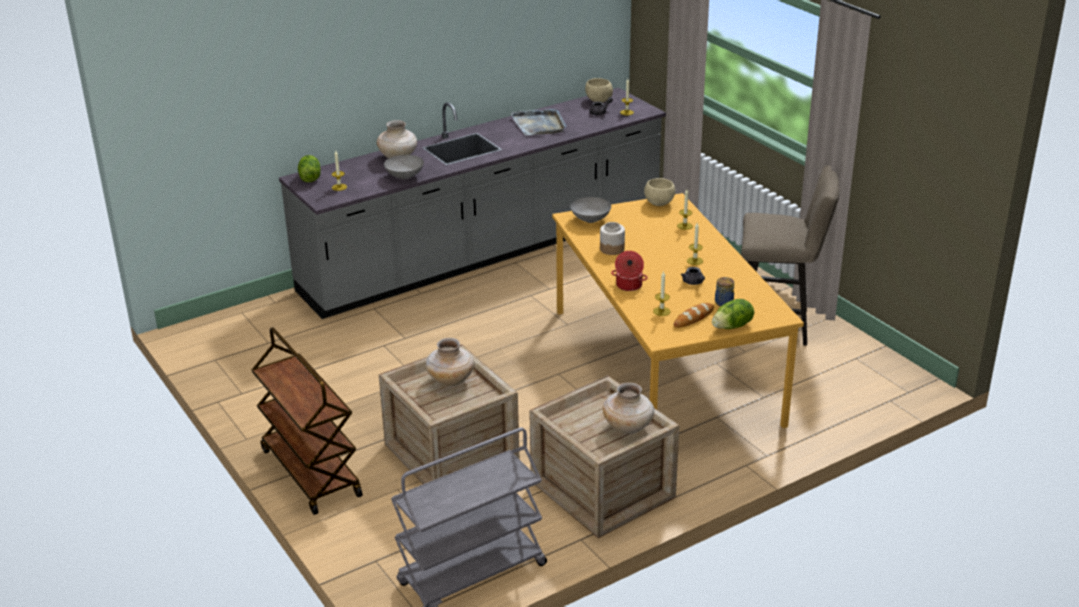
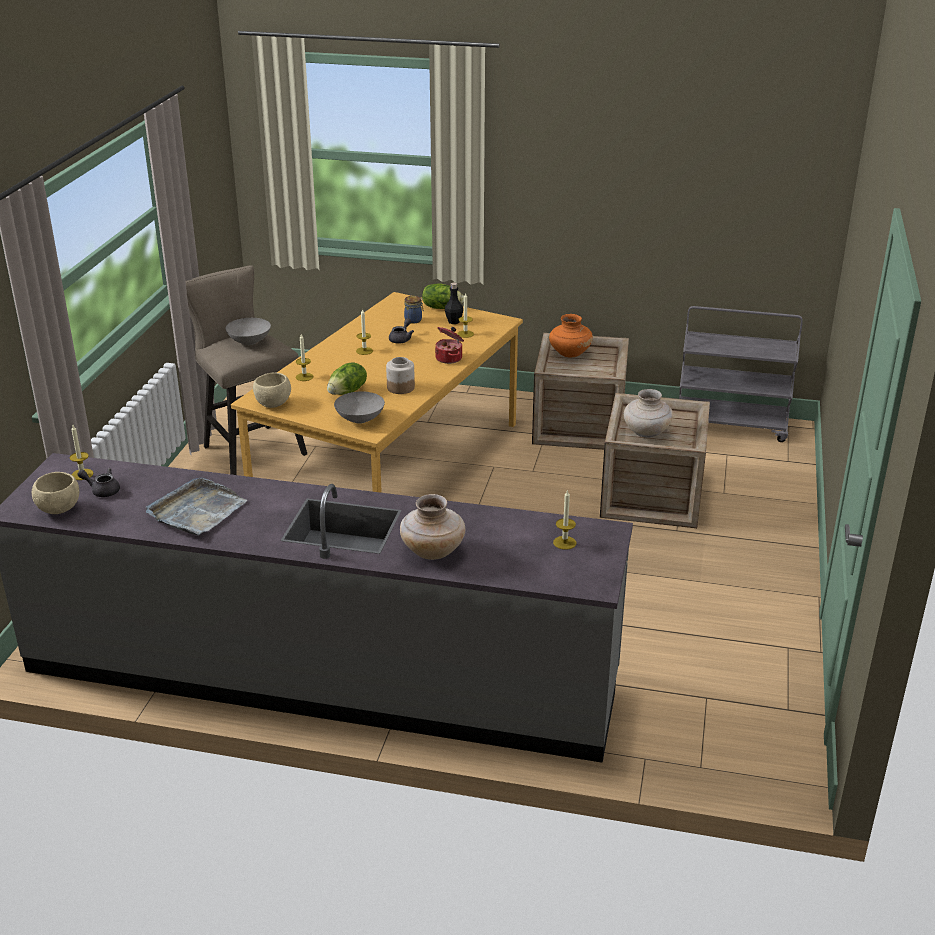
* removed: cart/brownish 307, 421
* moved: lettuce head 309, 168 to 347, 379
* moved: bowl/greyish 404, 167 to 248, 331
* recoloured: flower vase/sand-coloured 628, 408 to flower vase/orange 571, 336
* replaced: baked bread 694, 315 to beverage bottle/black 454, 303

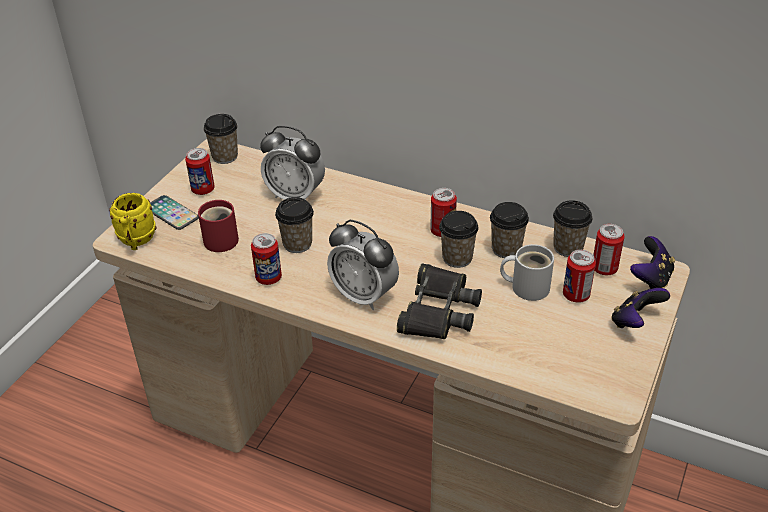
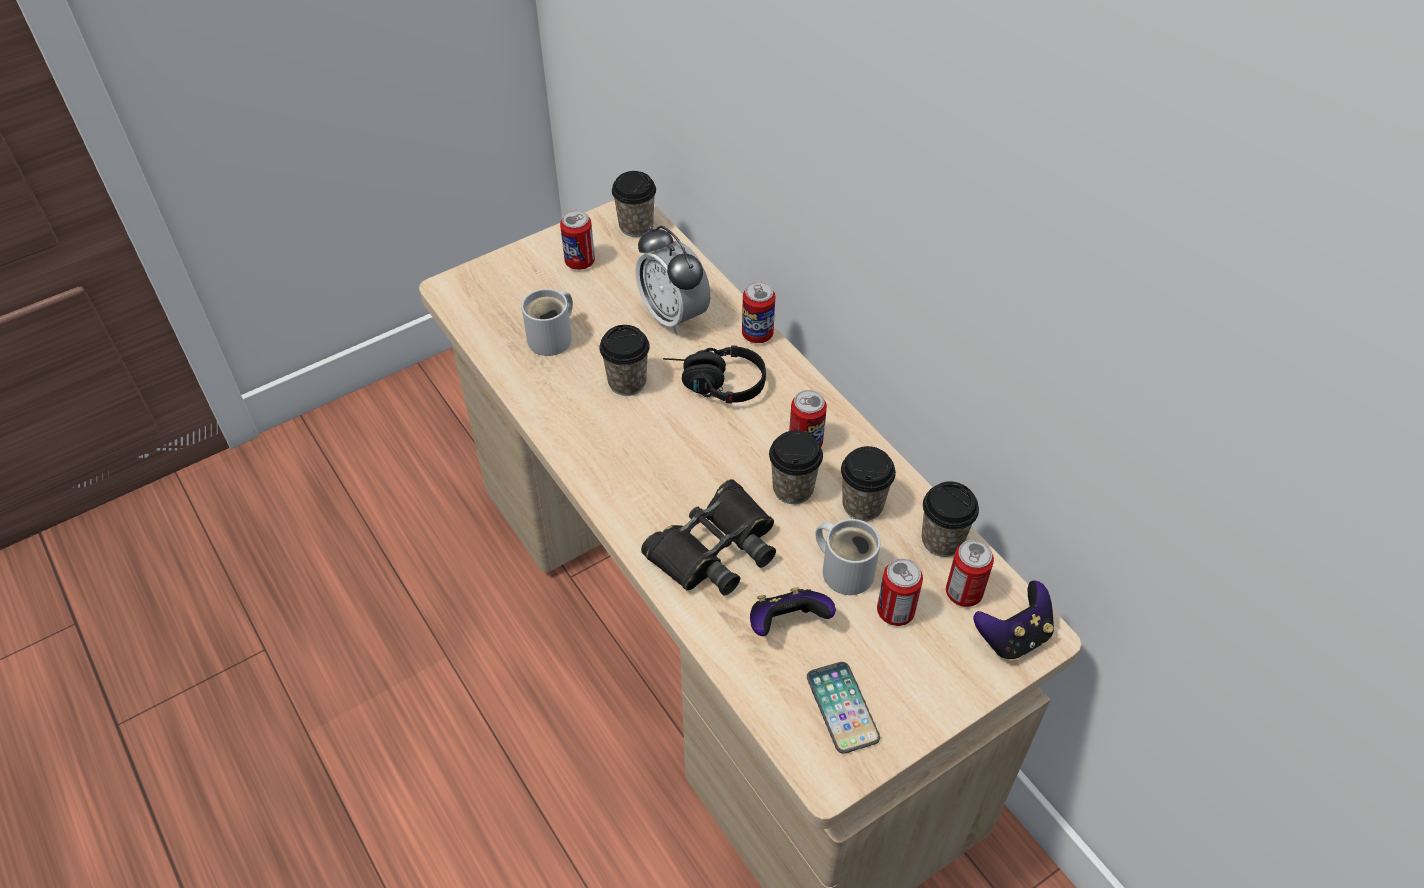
* removed: mug/yellowish 132, 221
* moved: phone 174, 212 to 843, 708
* recoloured: mug/red-coloured 218, 226 to mug/white-coloured 547, 322
* moved: sealed can 266, 259 to 758, 312
* removed: table clock 363, 265
* moved: game controller 640, 308 to 793, 611
* added: pair of headphones/black 714, 374

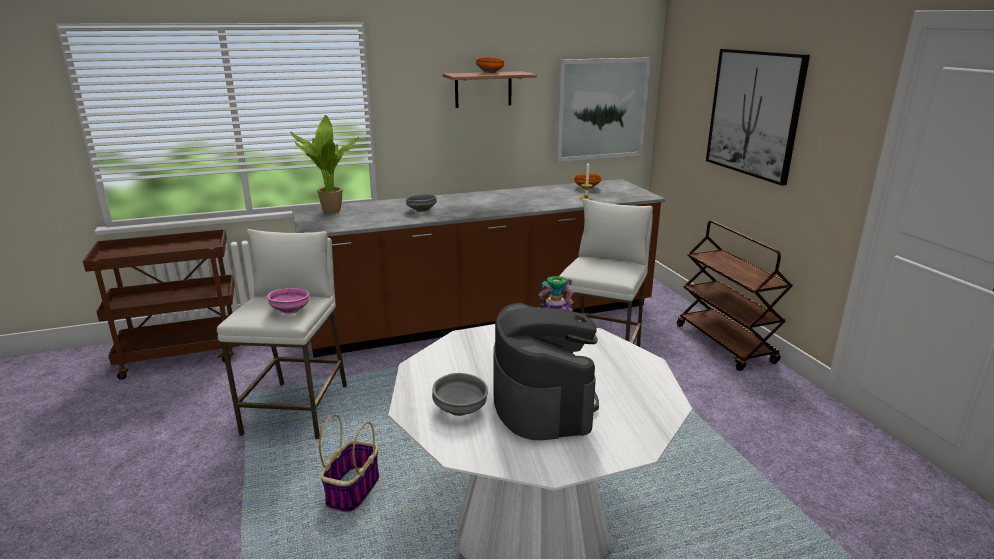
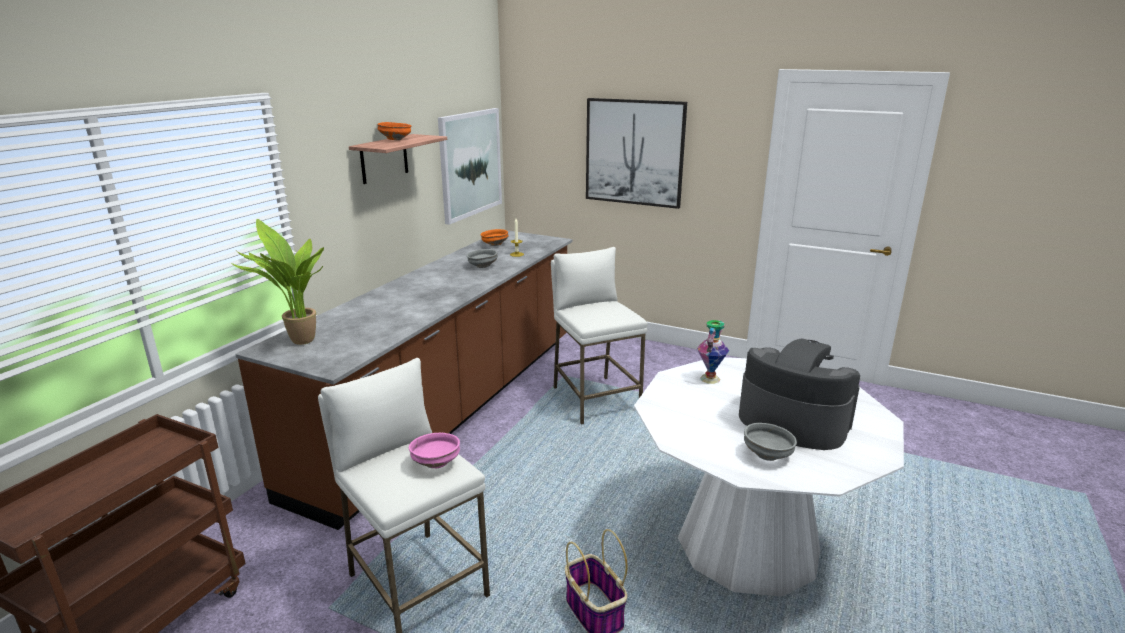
* moved: bowl/greyish 421, 203 to 482, 258
* removed: cart/brownish 735, 296

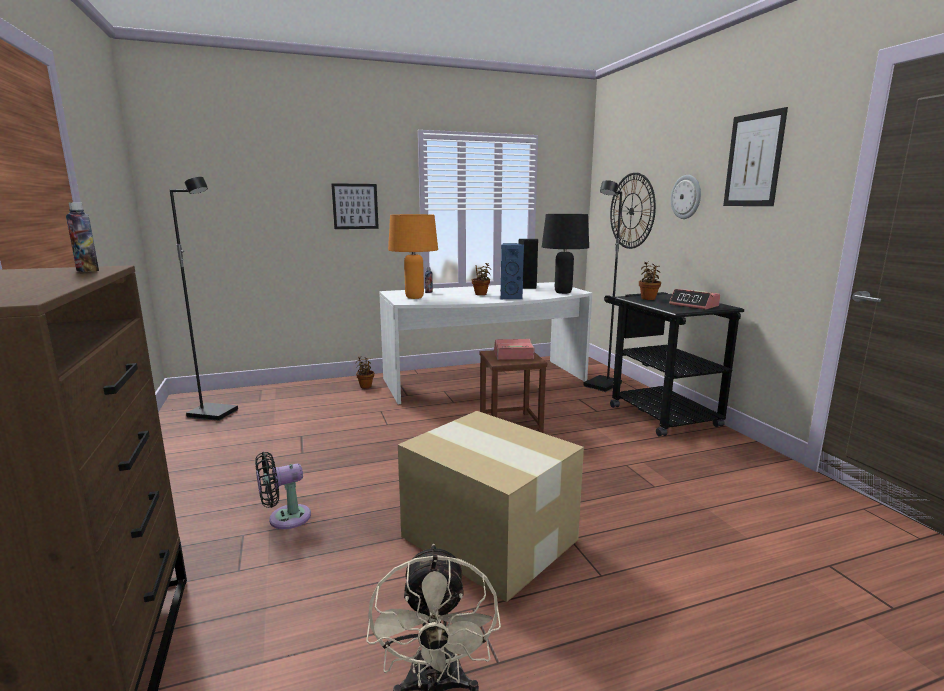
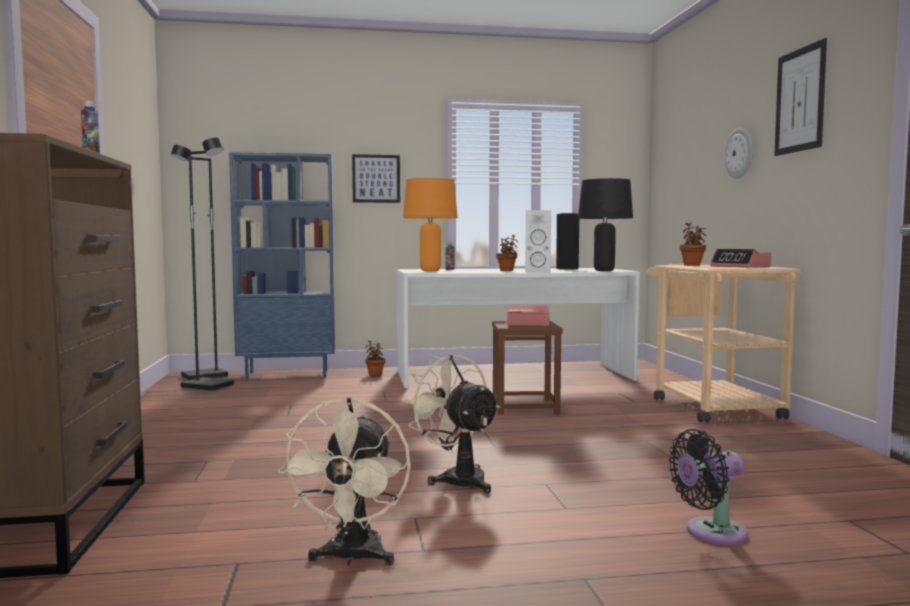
* moved: cooling fan/black 283, 490 to 708, 487
* replaced: carton 491, 506 to cooling fan/sand-coloured 451, 424
* recoloured: speaker/blue 512, 271 to speaker/white-coloured 538, 241
* moved: floor lamp/black 603, 286 to 199, 262
* recoloured: cart/black 674, 364 to cart/sand-coloured 724, 343
* removed: clock on the wall 633, 211
* added: shelving unit/blue 282, 266

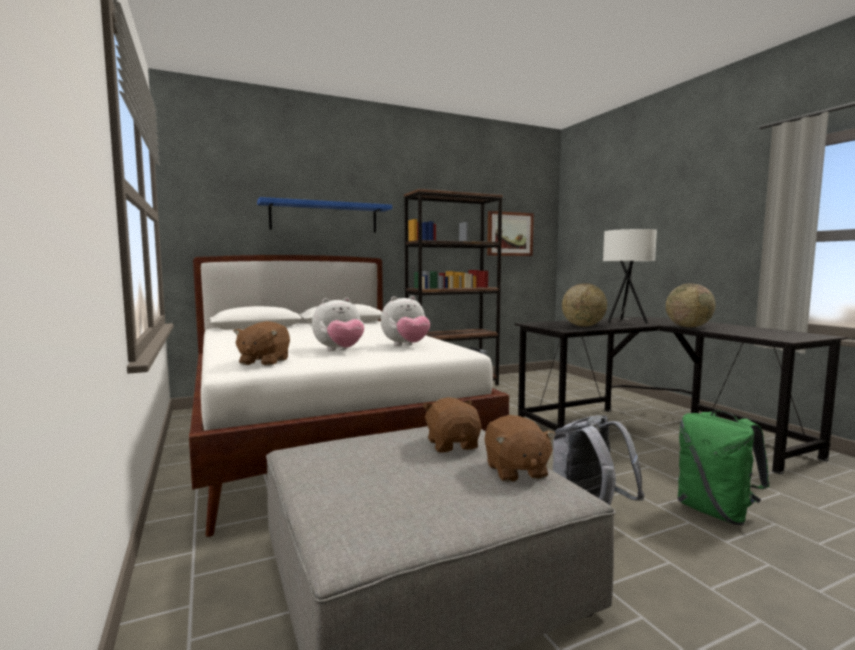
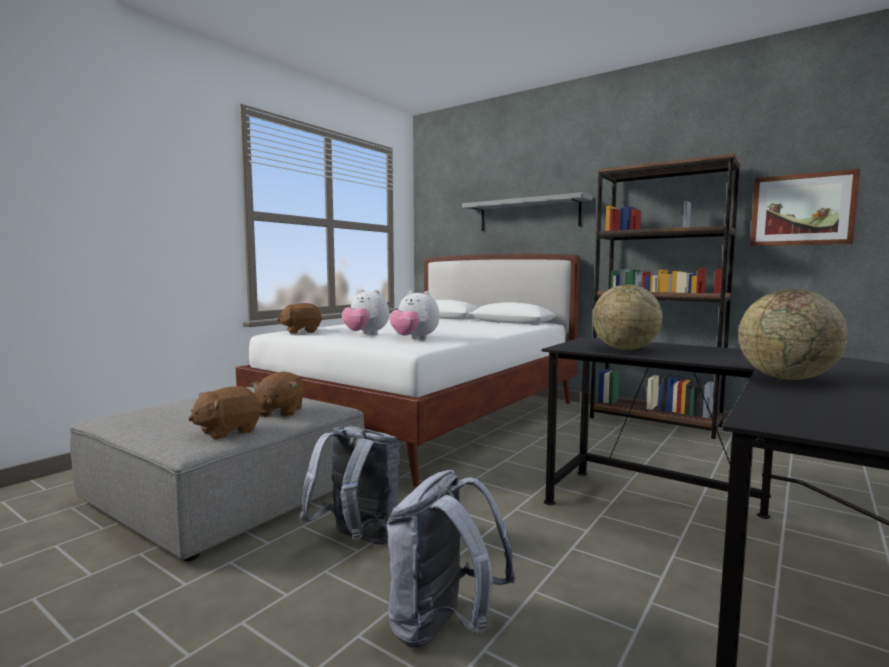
* recoloured: bracket shelf/blue 324, 215 to bracket shelf/greyish 527, 211
* turned: cuddly toy/brownish 452, 425 = 277, 394 135 degrees clockwise
* removed: tabletop lamp/white-coloured 630, 276
* recoloured: knapsack/green-coloured 723, 467 to knapsack/greyish 451, 559

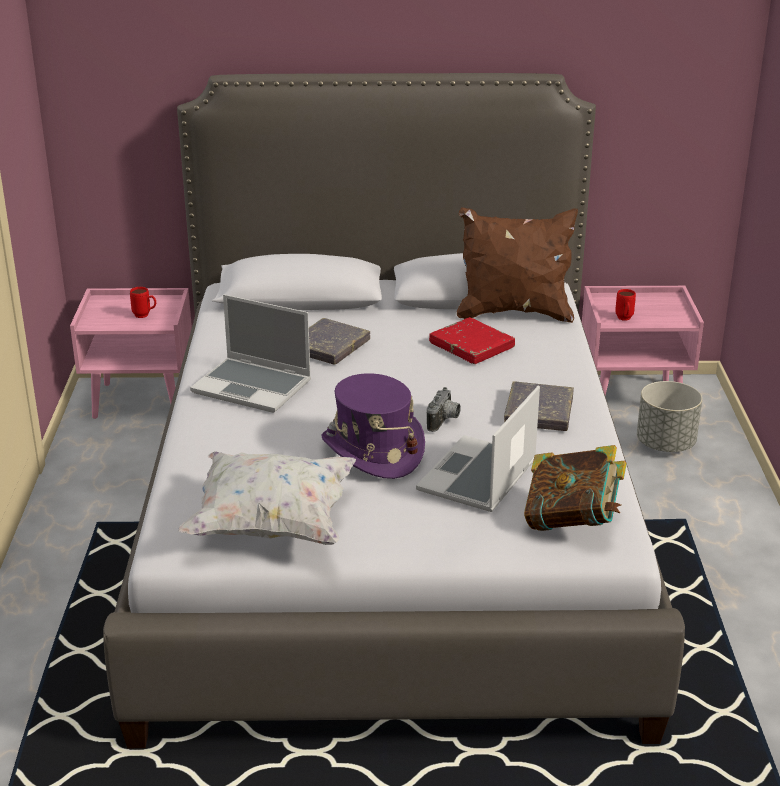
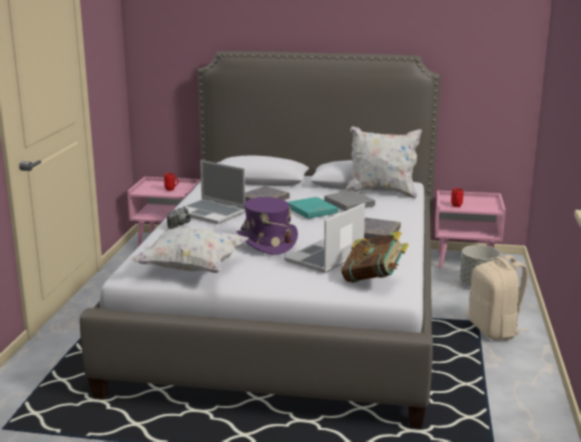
* moved: photo camera 444, 409 to 179, 217
* recoloured: volume/red-coloured 472, 340 to volume/greyish 349, 201
* recoloured: throw pillow/brownish 517, 265 to throw pillow/white-coloured 384, 162
* added: volume/turquoise-coloured 313, 208
* added: knapsack/sand-coloured 499, 298

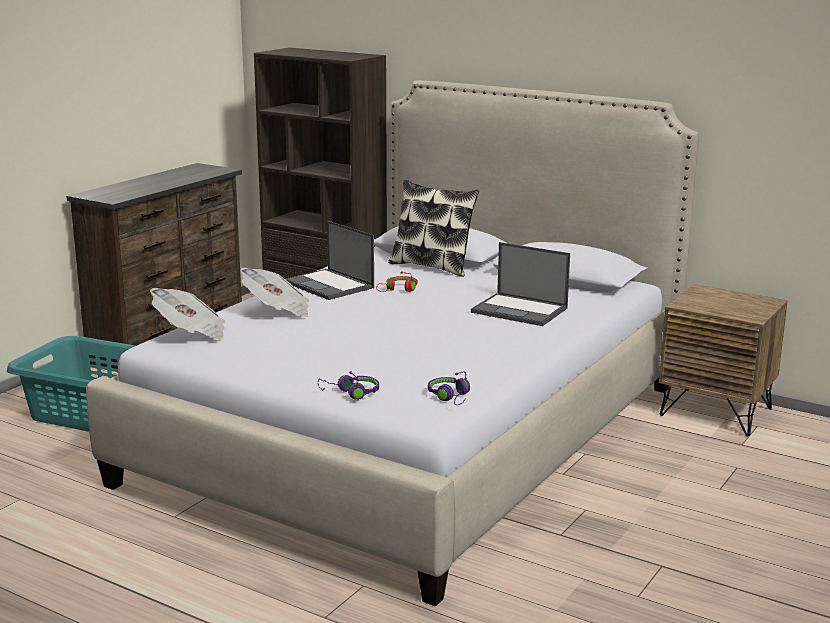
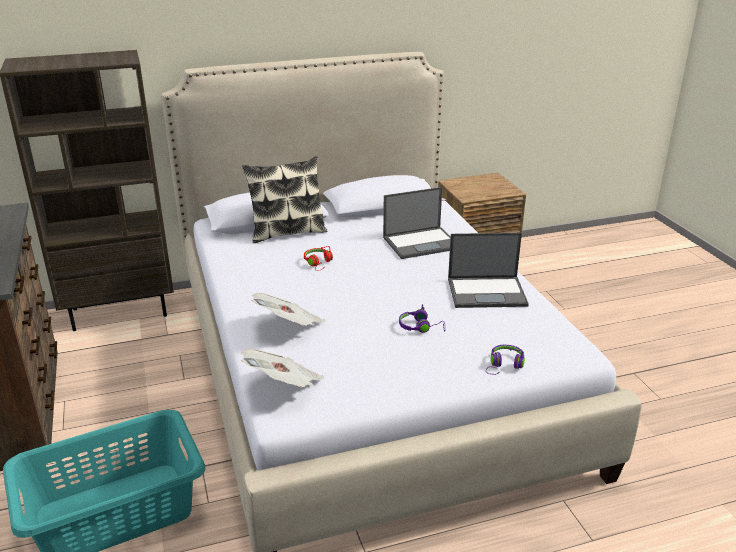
* moved: notebook computer 330, 260 to 488, 270
* moved: pair of headphones/purplish 449, 388 to 422, 318

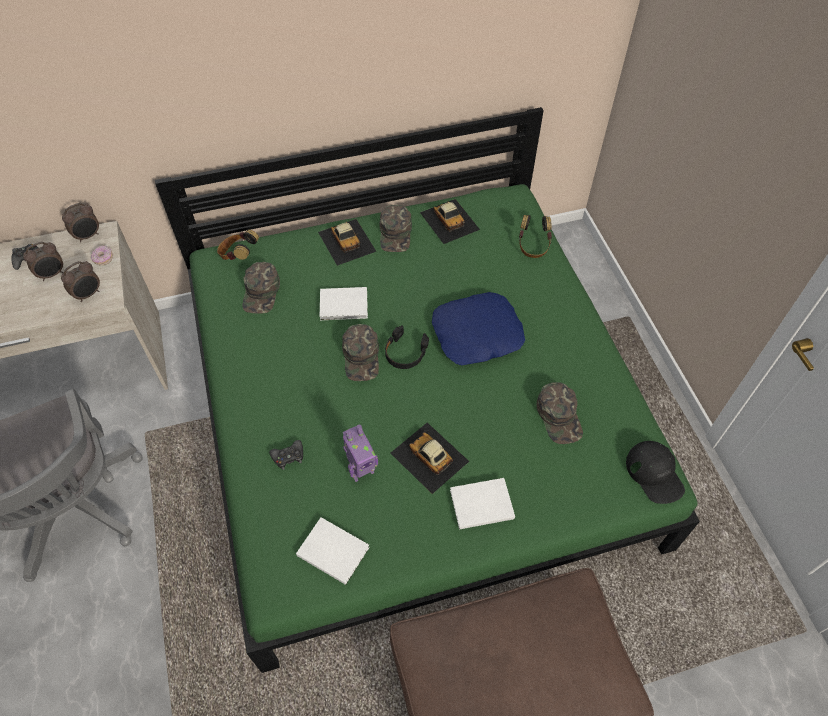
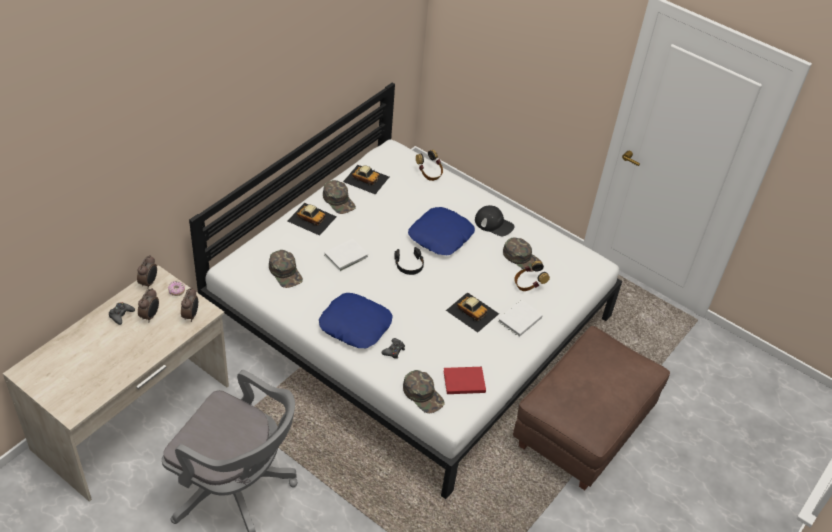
* recoloured: bed/green-coloured 427, 390 to bed/white-coloured 405, 291
* moved: pair of headphones 238, 244 to 532, 276
* recoloured: volume/white-coloured 333, 551 to volume/red-coloured 464, 380
* moved: baseball cap/green-coloured 360, 352 to 424, 391
* removed: robot figure 360, 453
* turned: miniature car 430, 458 = 472, 312 150 degrees counterclockwise
* moved: baseball cap/black 655, 472 to 495, 220
* added: throw pillow/blue 356, 320

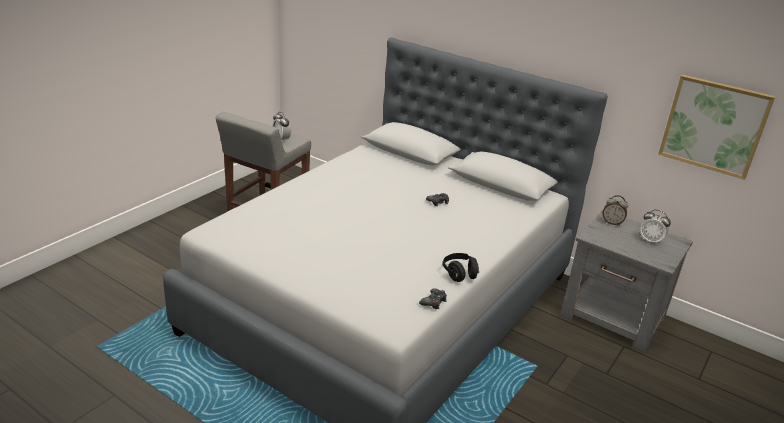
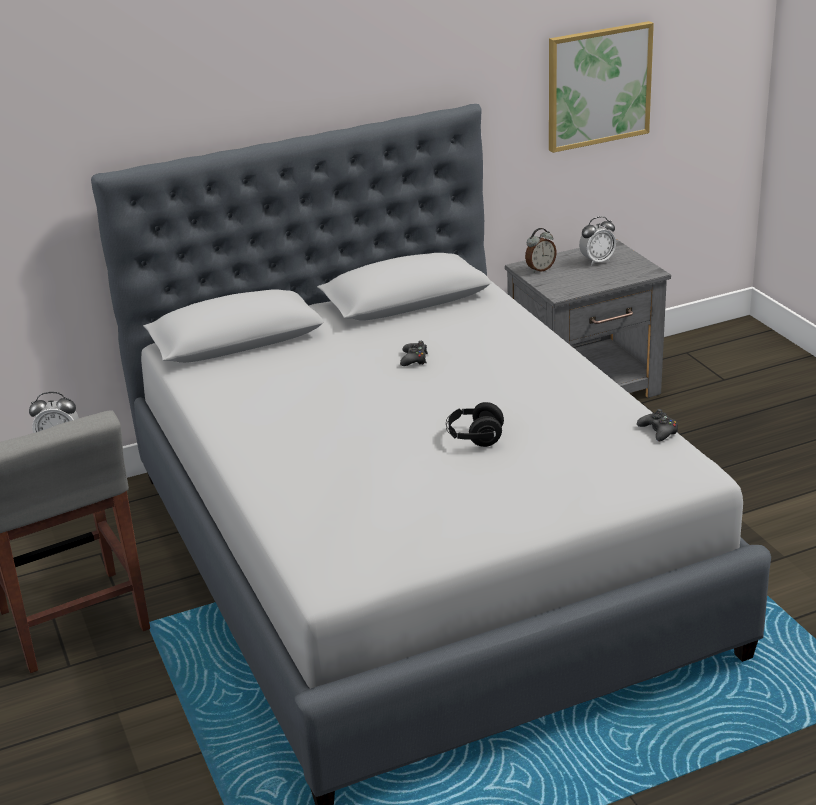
* moved: pair of headphones/black 460, 267 to 475, 424

